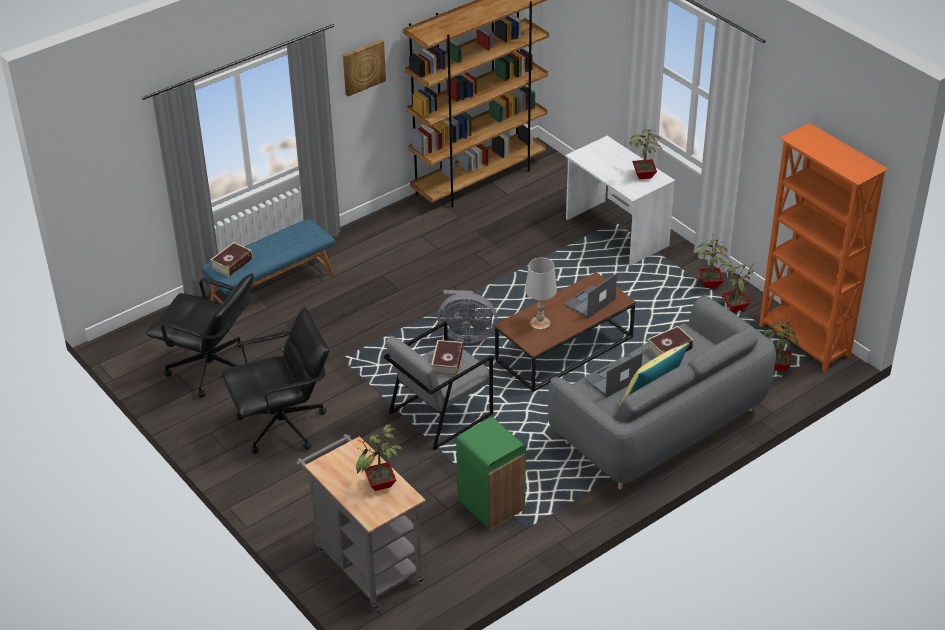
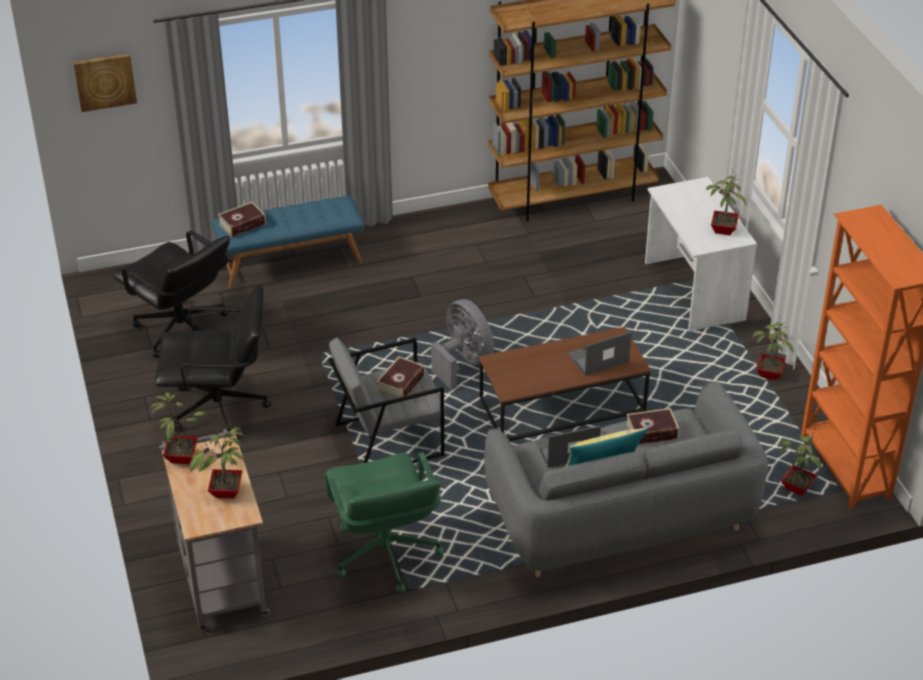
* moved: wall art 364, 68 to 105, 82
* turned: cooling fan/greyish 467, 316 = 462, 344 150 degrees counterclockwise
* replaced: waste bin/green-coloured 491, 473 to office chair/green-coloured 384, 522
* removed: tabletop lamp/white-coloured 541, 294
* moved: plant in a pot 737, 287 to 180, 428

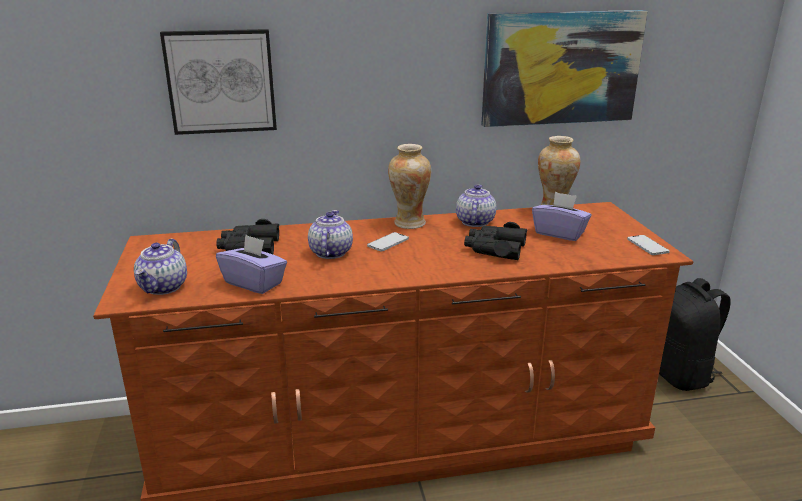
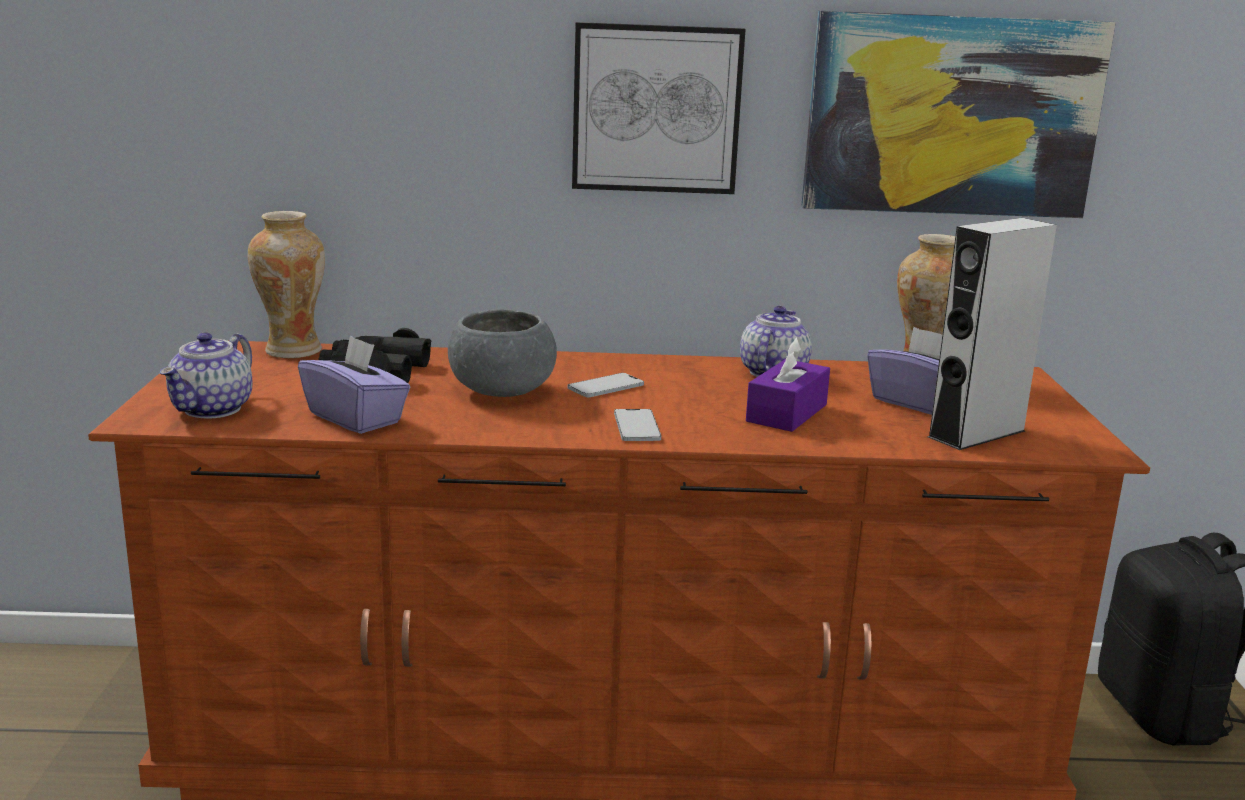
* moved: wall art 218, 82 to 659, 108
* replaced: teapot 330, 234 to bowl/greyish 502, 353
* moved: flower vase 409, 186 to 286, 284
* replaced: pair of binoculars/black 495, 241 to box of tissues/purplish 788, 384
* moved: phone 648, 245 to 637, 425
* added: speaker/greyish 992, 334

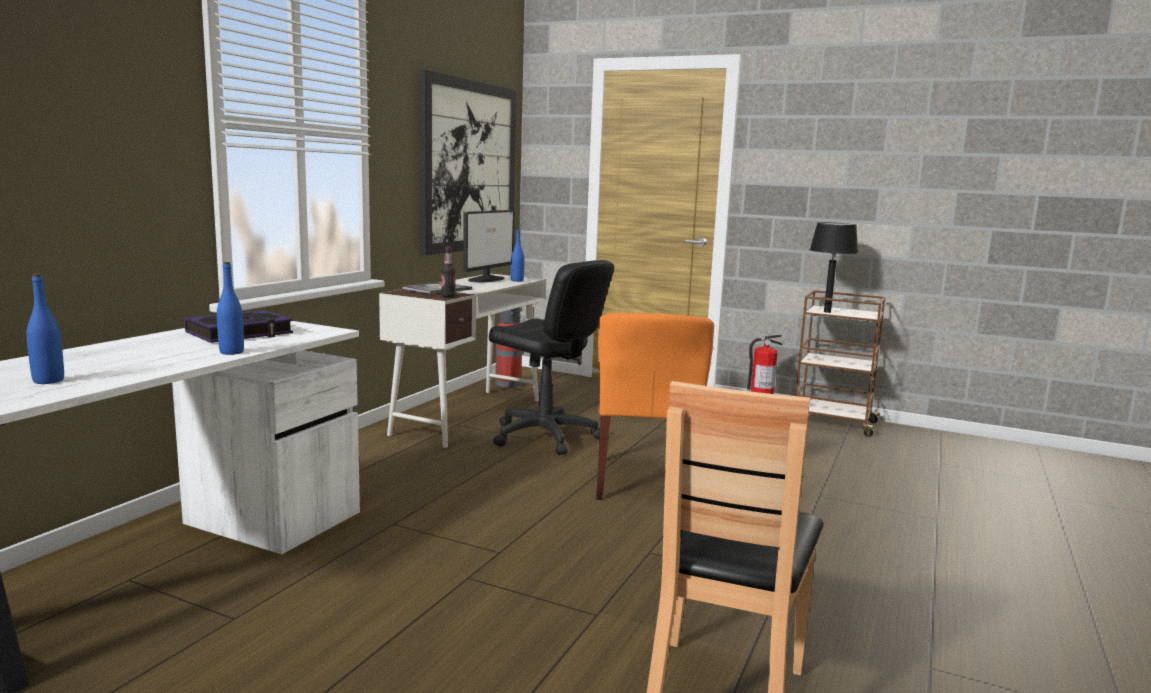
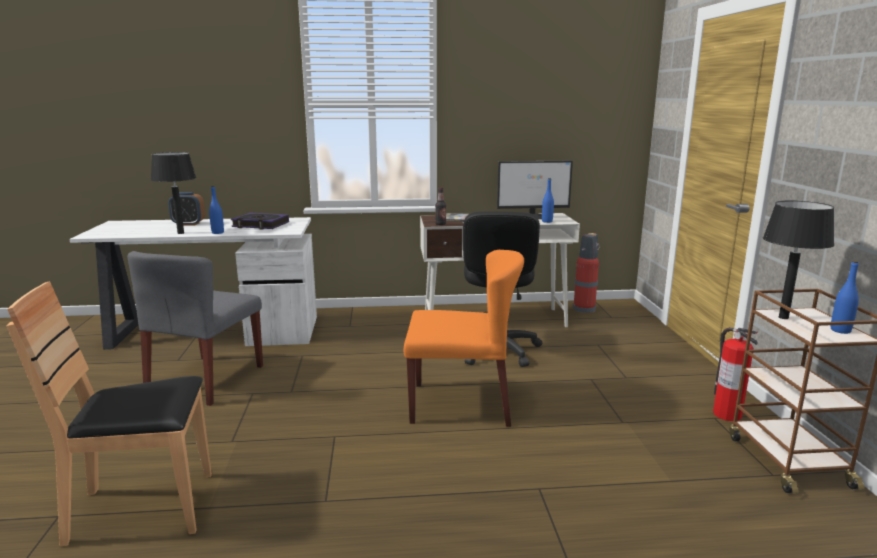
* moved: beverage bottle/blue 45, 329 to 845, 297
* removed: wall art 468, 162
* turned: plain chair/orange 655, 406 = 464, 338 150 degrees counterclockwise
* added: plain chair/greyish 195, 328
* added: tabletop lamp/black 173, 193
* added: table clock 186, 208

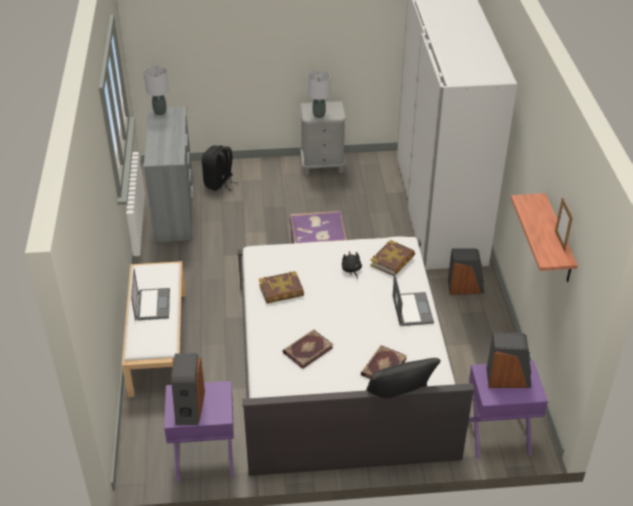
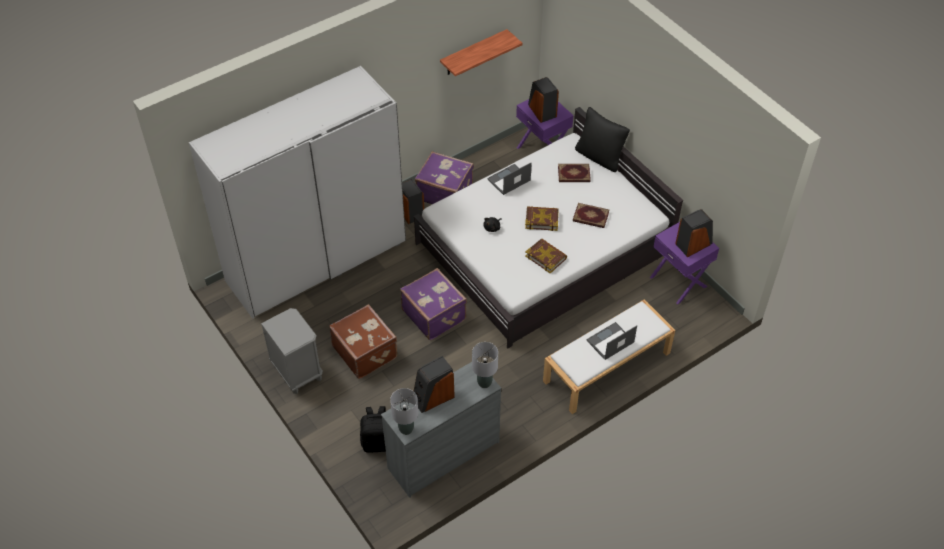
* moved: tabletop lamp/greyish 319, 94 to 485, 365
* moved: volume 392, 258 to 542, 218
* removed: photo frame 564, 224
* added: piece of luggage/brownish 363, 341
* added: speaker 434, 384
* added: piece of luggage/purplish 444, 177

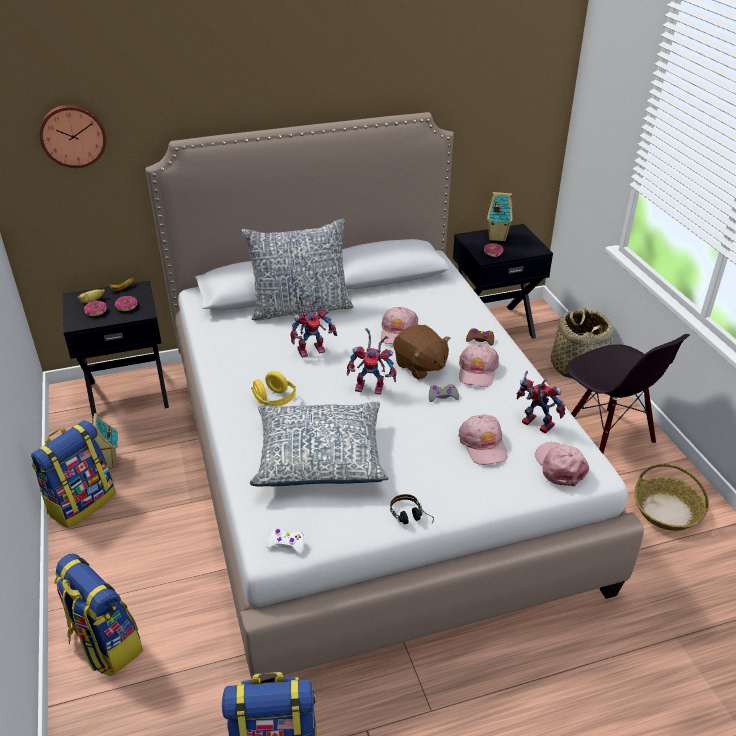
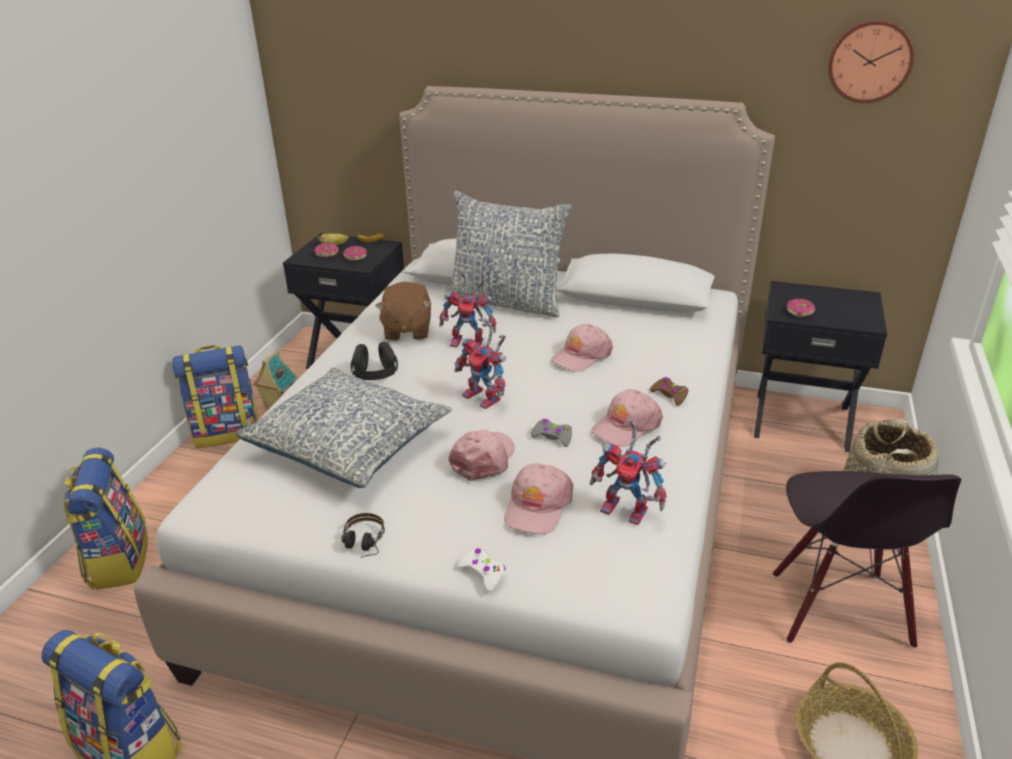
* moved: clock on the wall 72, 136 to 871, 61
* recoloured: pair of headphones/yellowish 273, 388 to pair of headphones/black 374, 361
* moved: game controller/white-coloured 285, 541 to 481, 569
* moved: cuddly toy/brownish 421, 352 to 403, 311
* removed: miniature house 500, 217
* turned: robot figure 541, 402 = 628, 471 135 degrees clockwise
* moved: baseball cap/pink 562, 464 to 481, 455

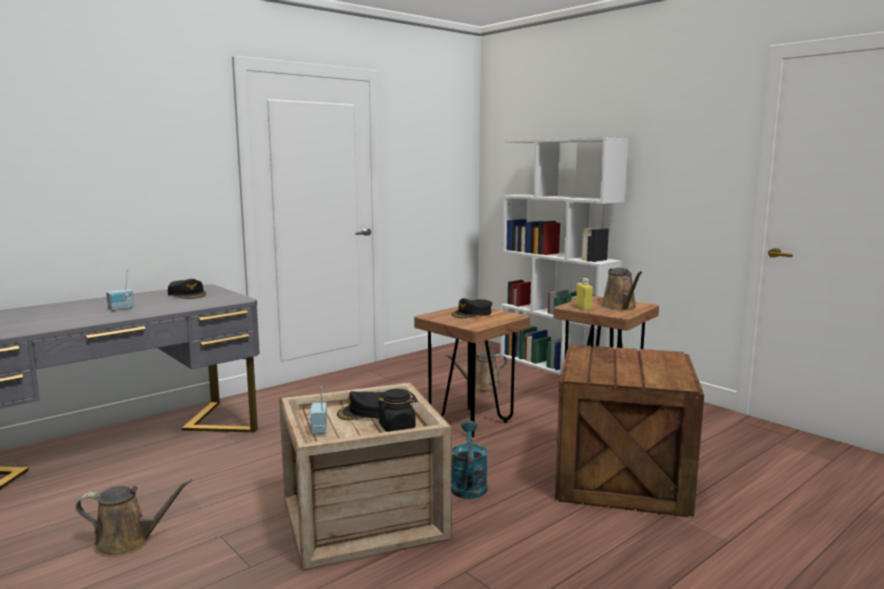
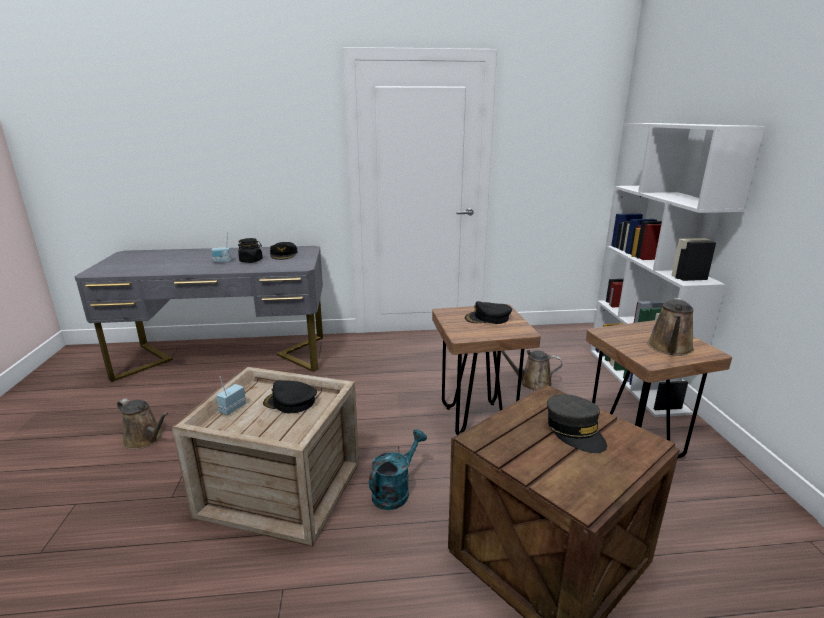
* moved: jar/black 397, 410 to 250, 250
* removed: beverage bottle/yellowish 584, 294
* added: baseball cap/greyish 577, 423

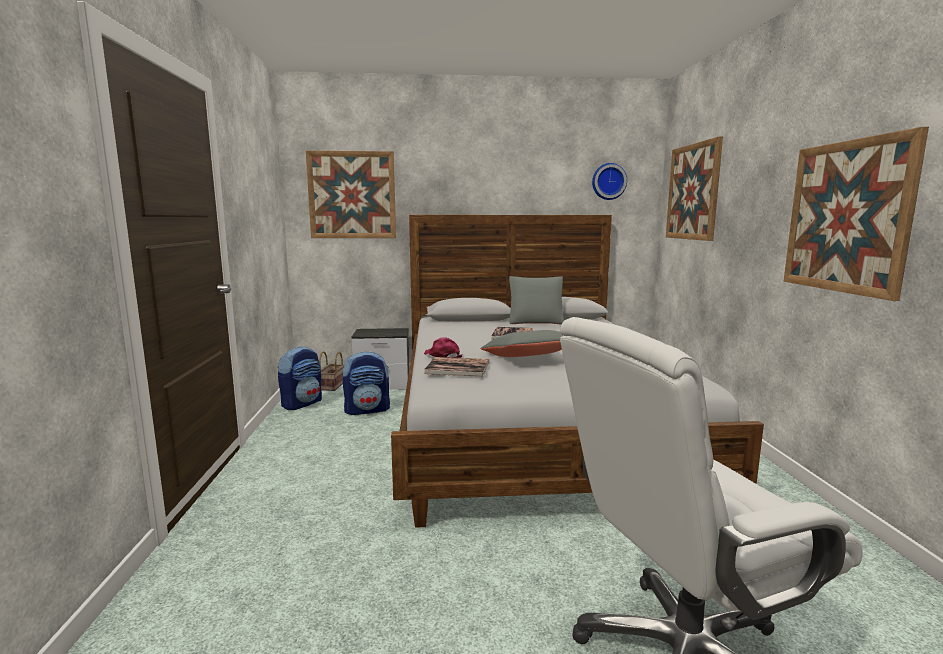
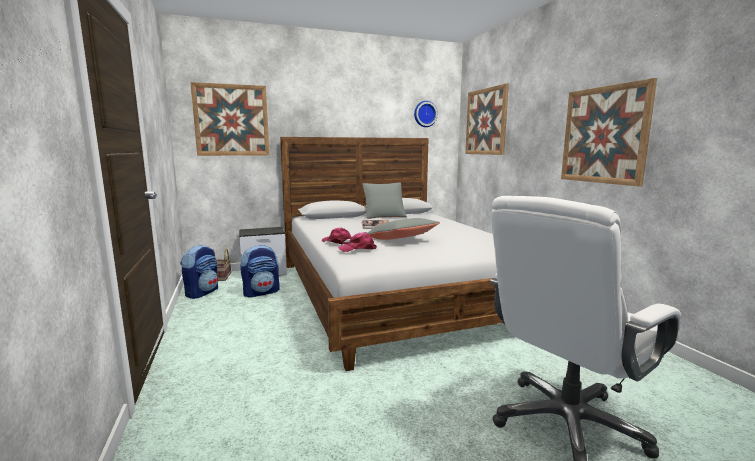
* replaced: volume 456, 367 to baseball cap/pink 357, 242

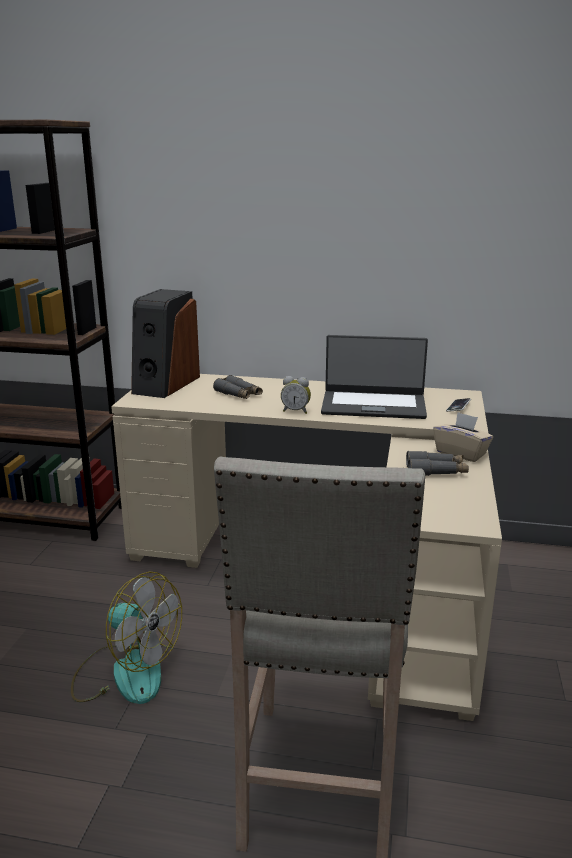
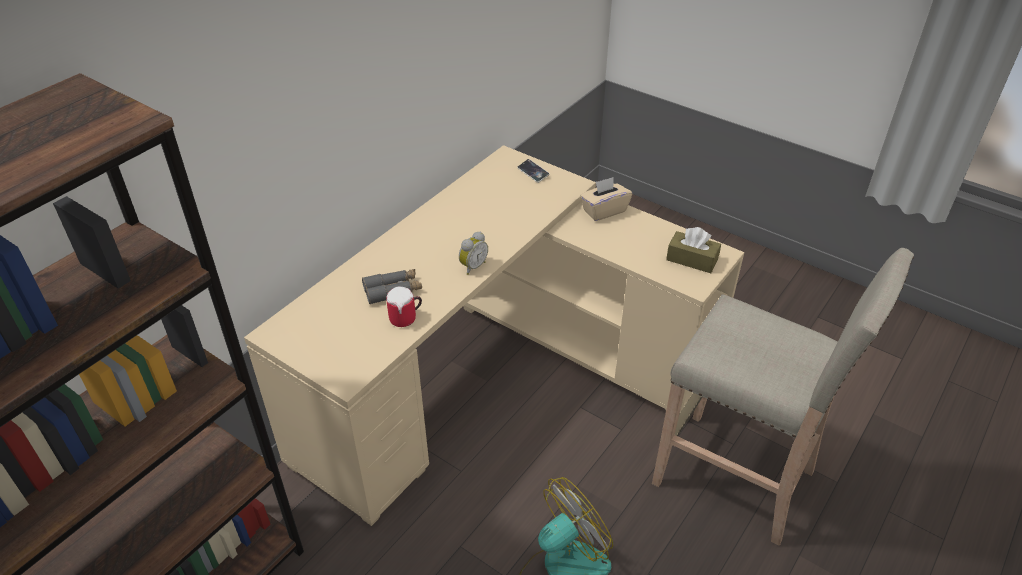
* removed: speaker 165, 343
* removed: notebook computer 374, 377
* removed: pair of binoculars/greyish 437, 463
* added: mug 404, 306
* added: box of tissues/brownish 693, 250

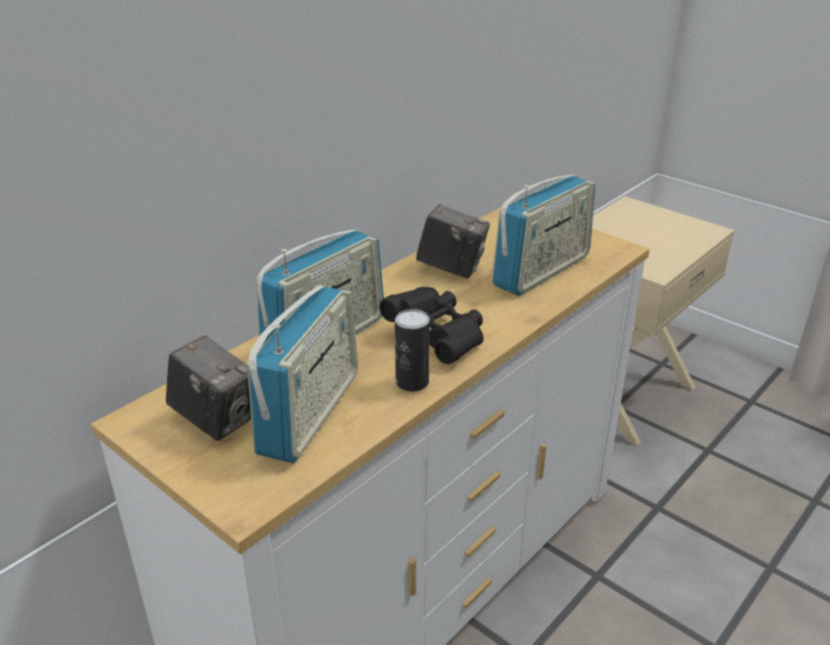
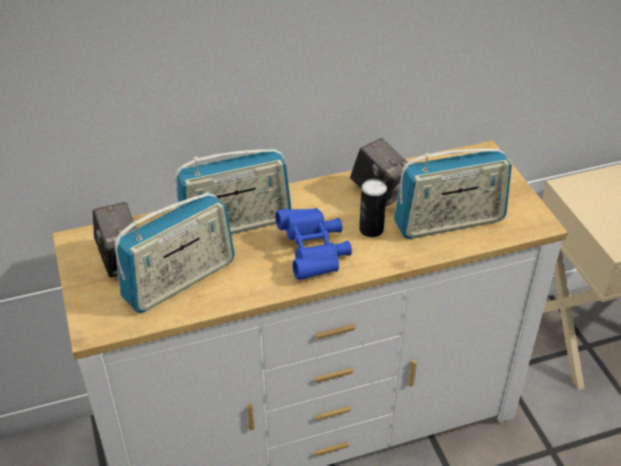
* recoloured: pair of binoculars/black 431, 325 to pair of binoculars/blue 313, 244
* moved: sealed can 412, 350 to 373, 208

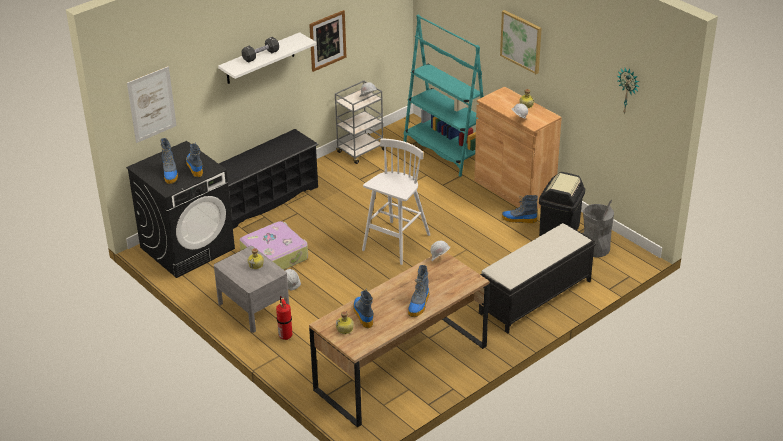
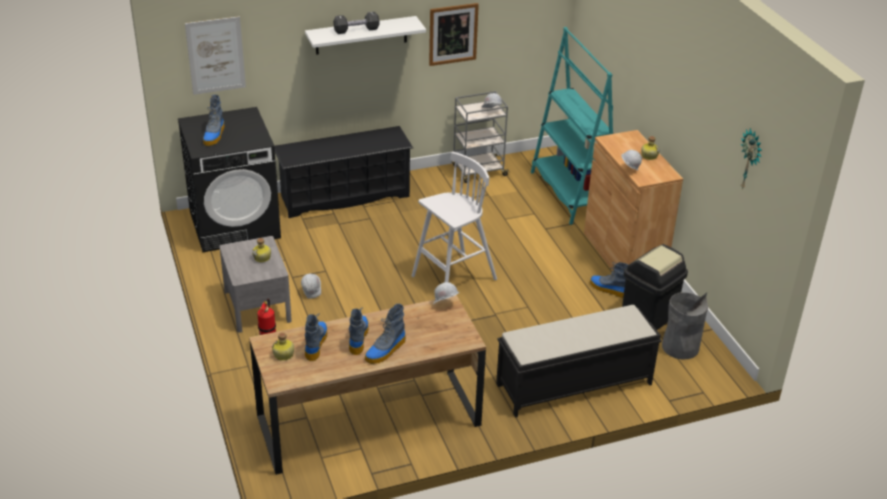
* moved: boot 194, 159 to 359, 331
* removed: piece of luggage 274, 245
* removed: wall art 521, 42

